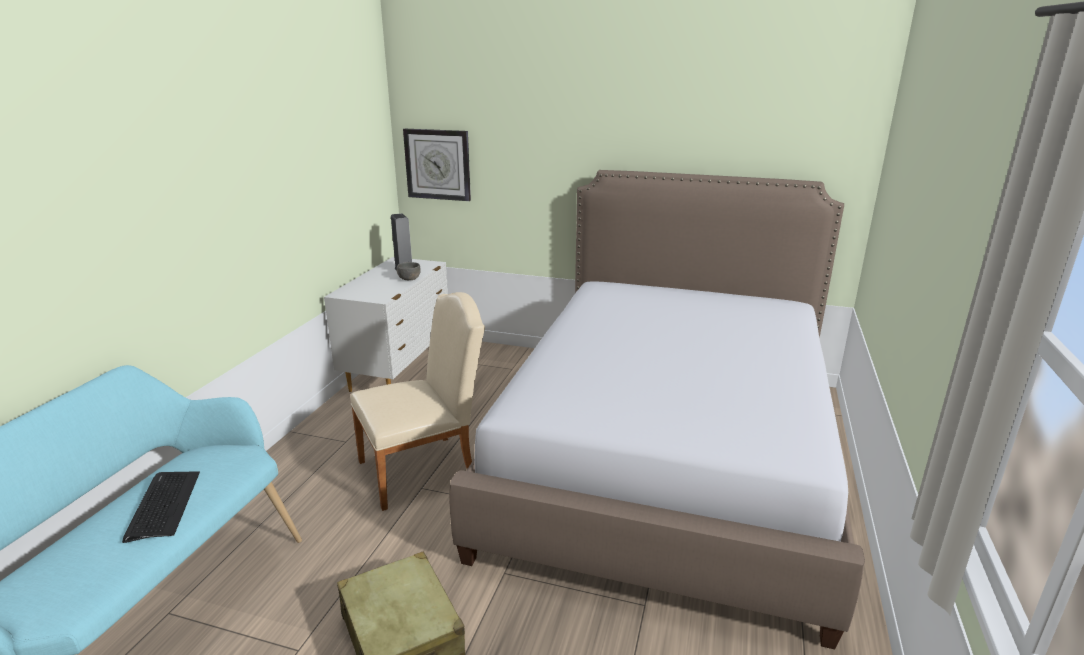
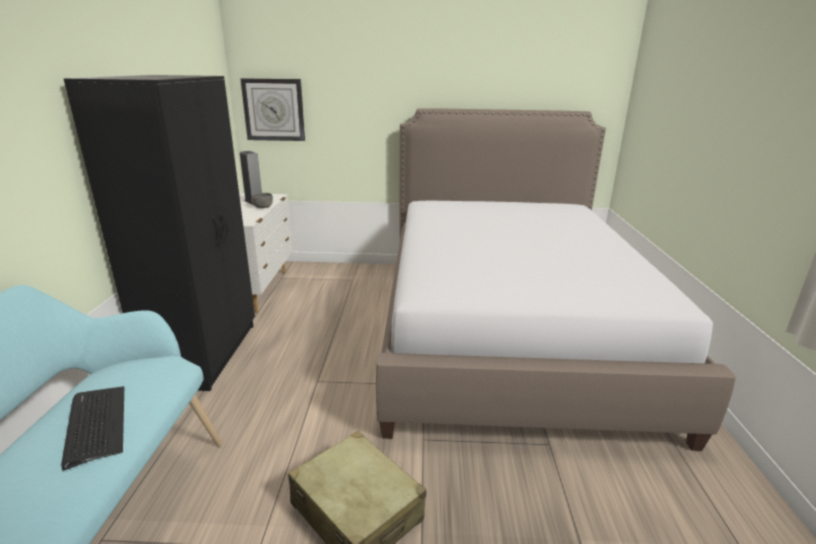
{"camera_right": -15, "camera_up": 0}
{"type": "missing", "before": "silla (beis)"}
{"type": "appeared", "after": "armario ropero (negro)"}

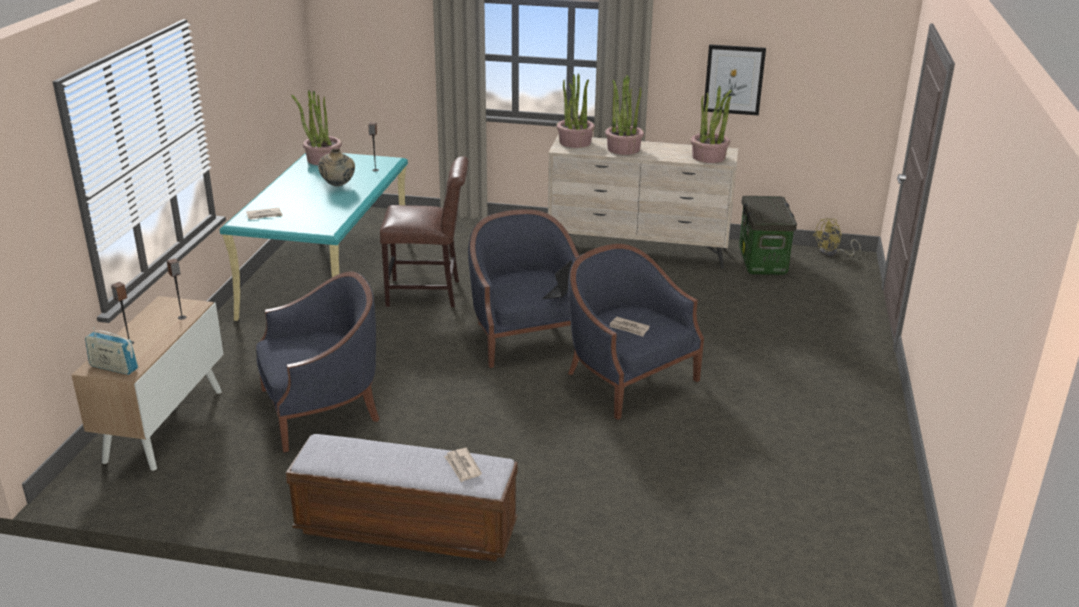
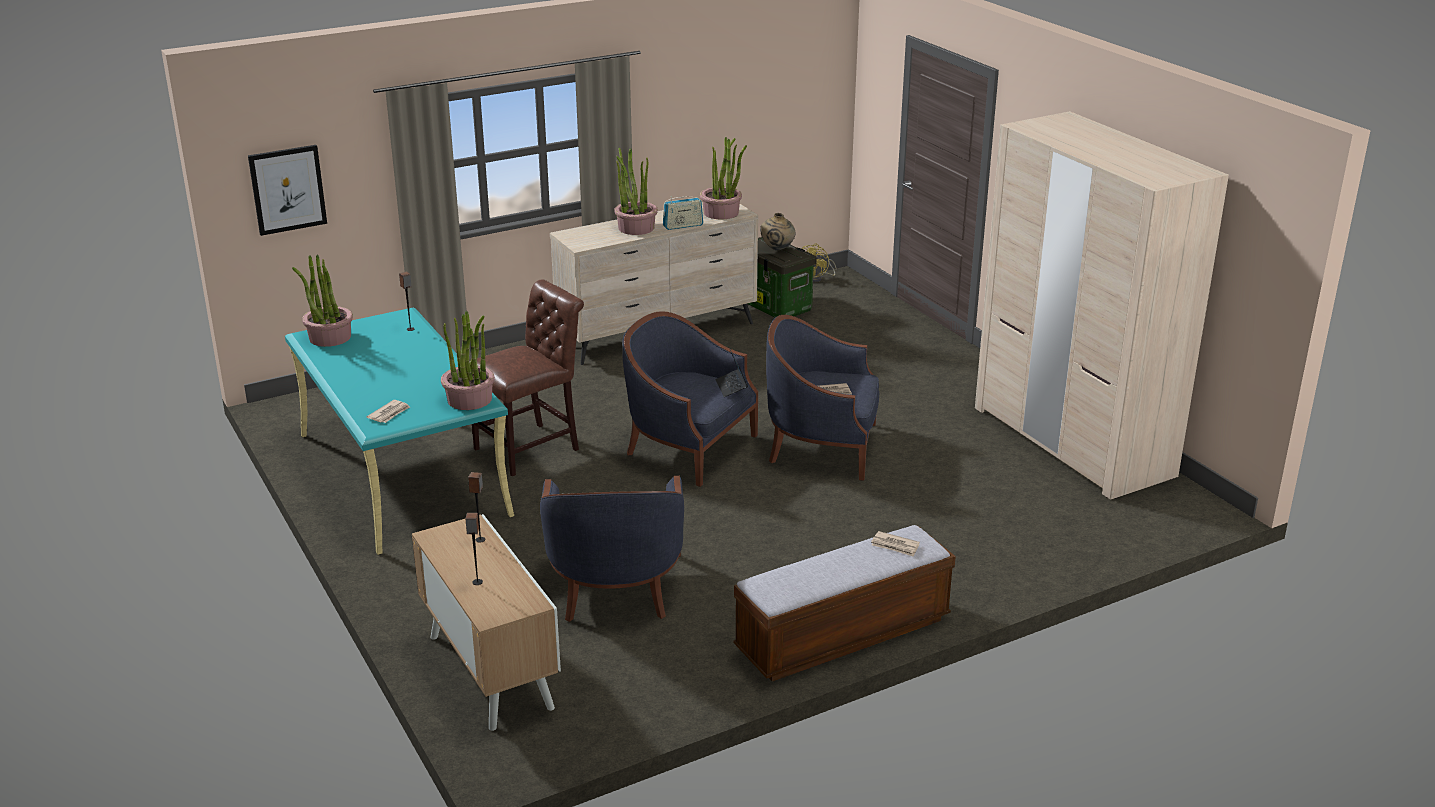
{"camera_right": -40, "camera_up": 0}
{"type": "appeared", "after": "armario ropero (beis)"}
{"type": "relocated", "before": "radio"}
{"type": "relocated", "before": "florero (beis)"}
{"type": "relocated", "before": "planta en maceta (no. 2 from left)"}
{"type": "relocated", "before": "cuadro"}
{"type": "spun", "before": "sillón (azul) (no. 1 from left)", "turn": 150}

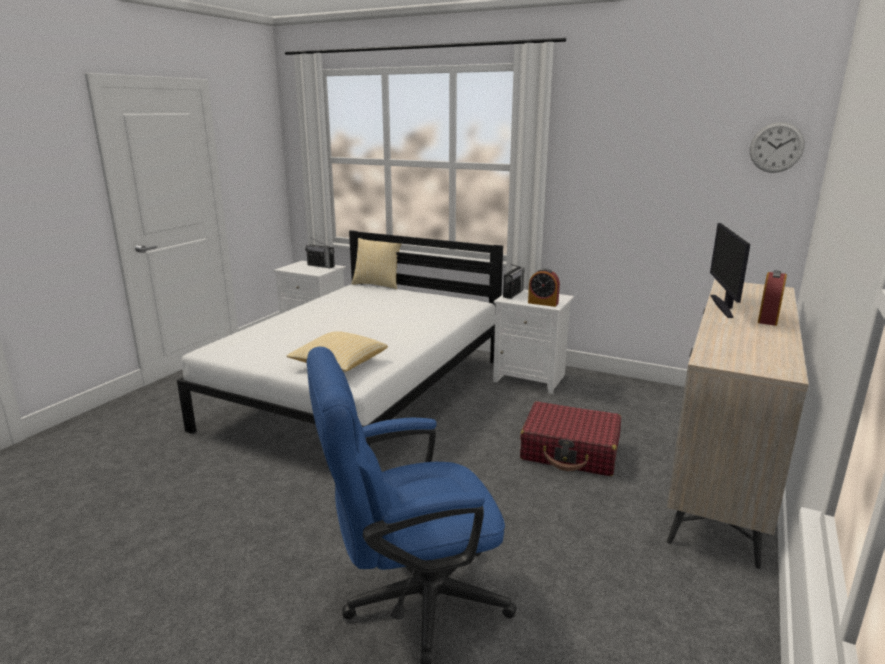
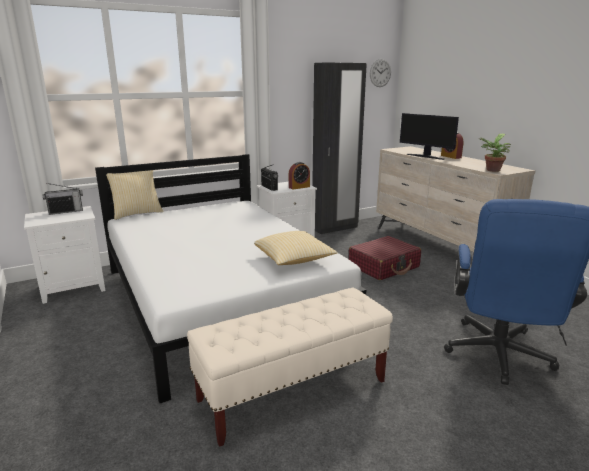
{"camera_right": -55, "camera_up": 0}
{"type": "appeared", "after": "banco (beis)"}
{"type": "appeared", "after": "armario ropero (negro)"}
{"type": "appeared", "after": "planta en maceta"}

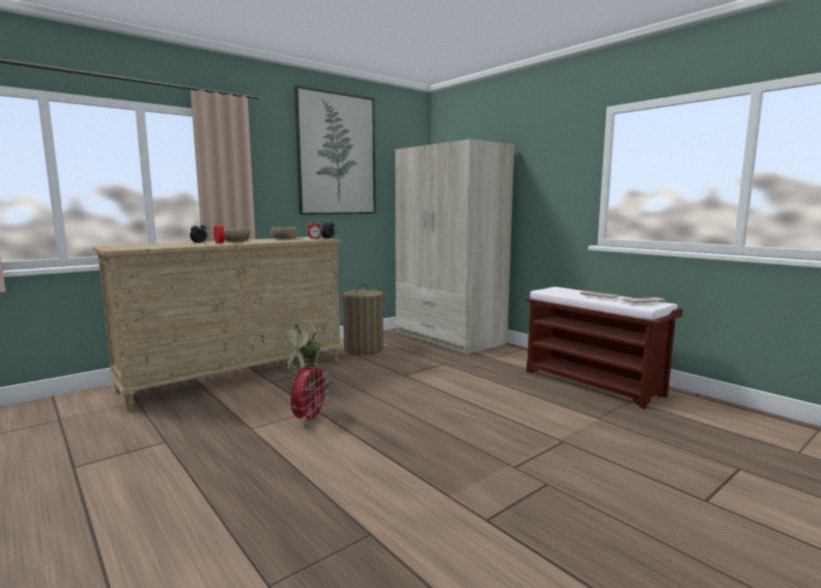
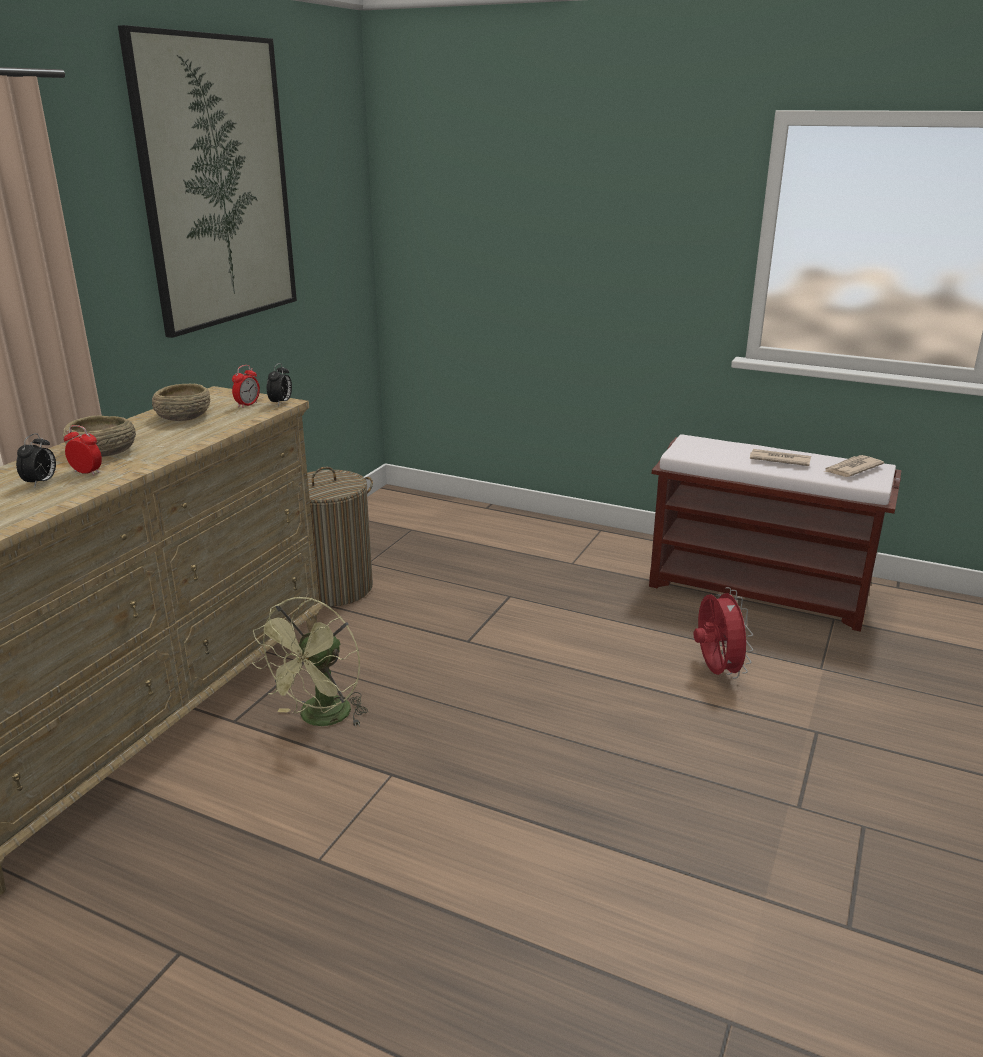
{"camera_right": -25, "camera_up": 15}
{"type": "missing", "before": "armario ropero (beis)"}
{"type": "relocated", "before": "ventilador (rojo)"}

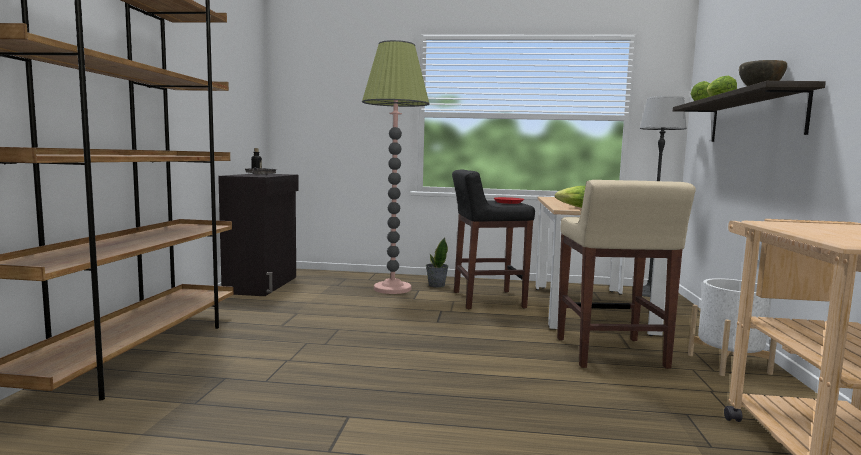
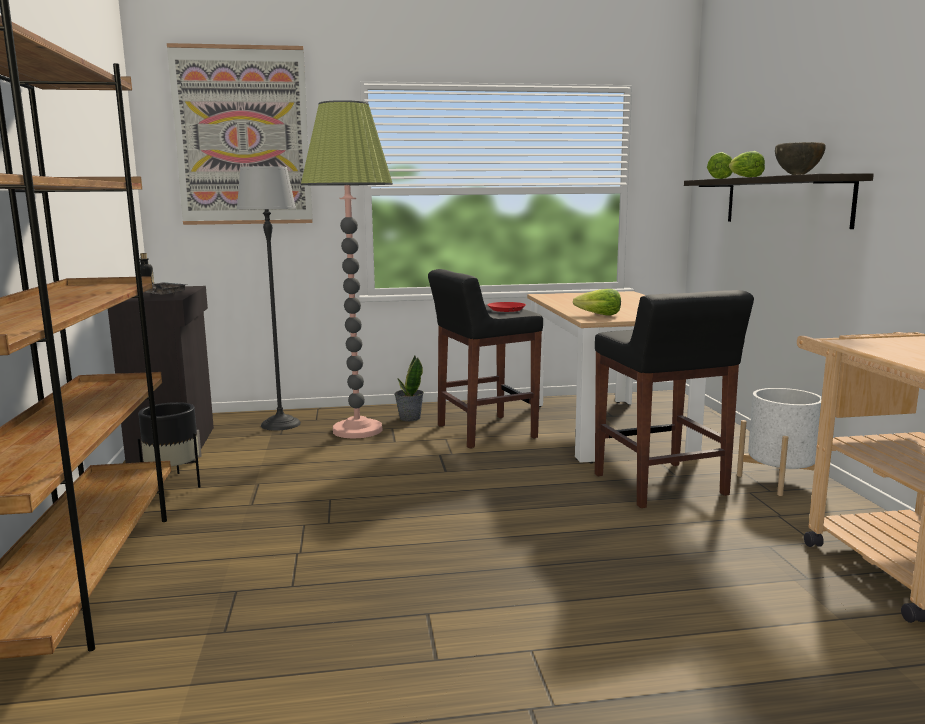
{"camera_right": -15, "camera_up": 5}
{"type": "appeared", "after": "maceta (negro)"}
{"type": "appeared", "after": "cuadro"}
{"type": "relocated", "before": "lámpara de pie (no. 2 from left in the first image)", "after": "lámpara de pie (no. 1 from left)"}
{"type": "colour", "before": "taburete (beis)", "after": "taburete (negro) (no. 2 from left)"}

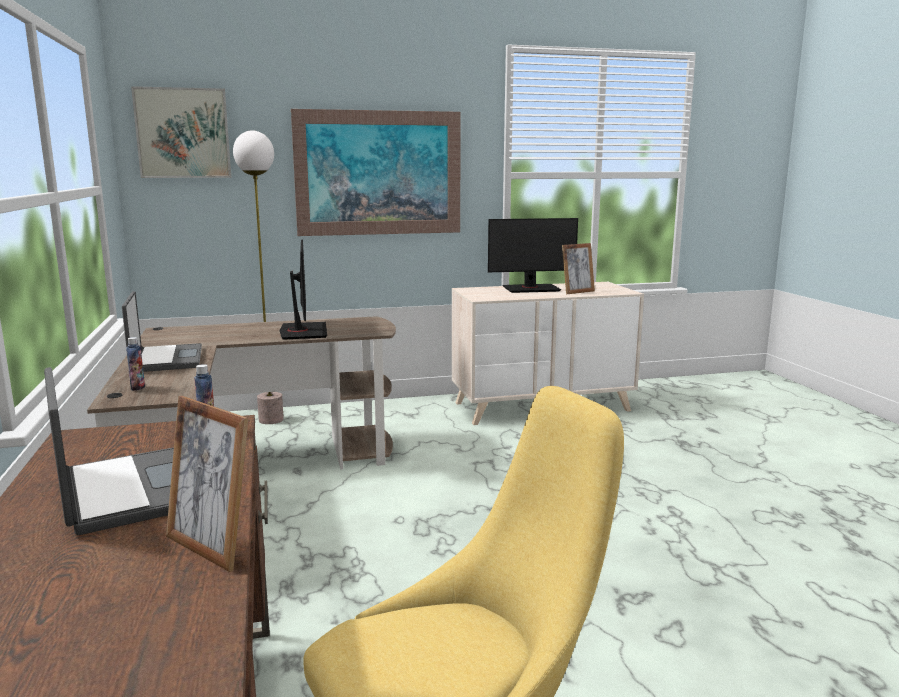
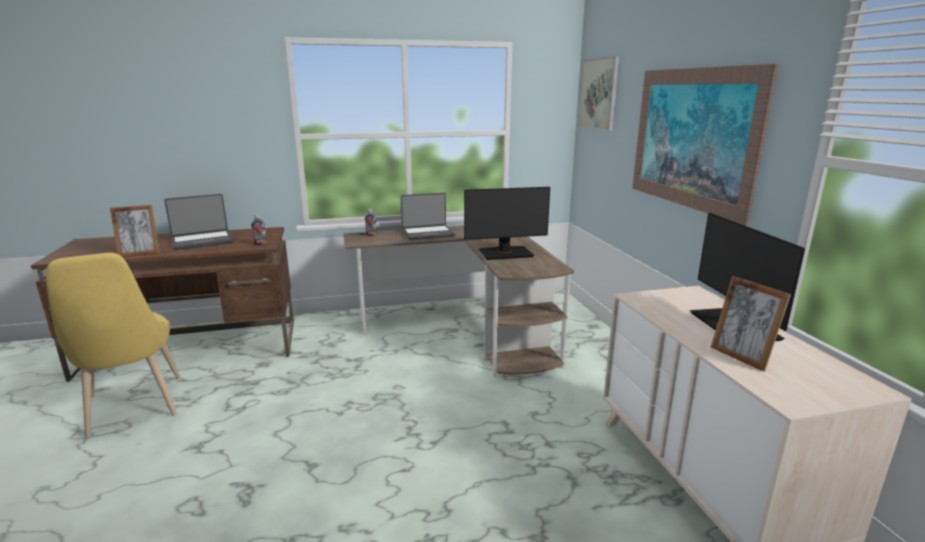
{"camera_right": 90, "camera_up": 5}
{"type": "missing", "before": "lámpara de pie"}
{"type": "spun", "before": "portarretratos (no. 1 from left)", "turn": -150}

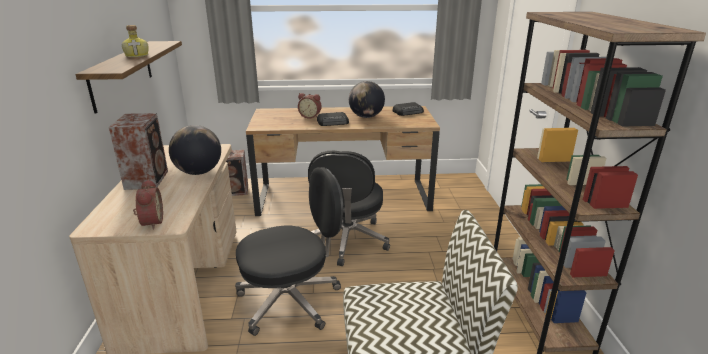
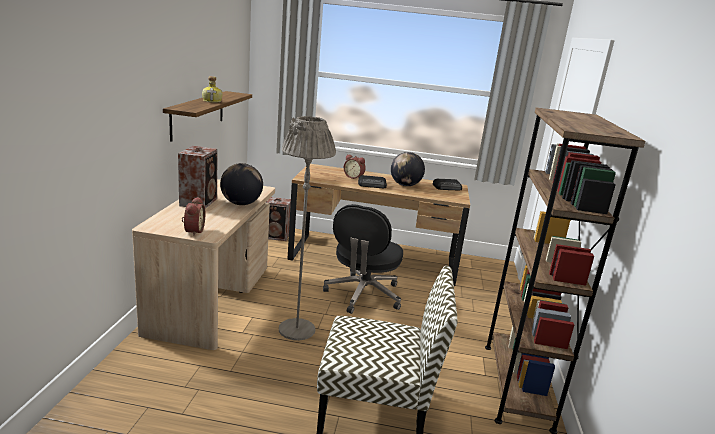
{"camera_right": 10, "camera_up": -5}
{"type": "exchanged", "before": "silla de oficina (negro) (no. 1 from left)", "after": "lámpara de pie (gris)"}

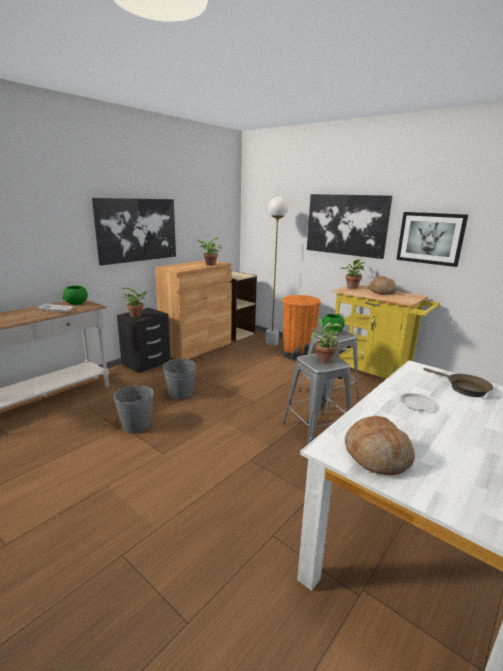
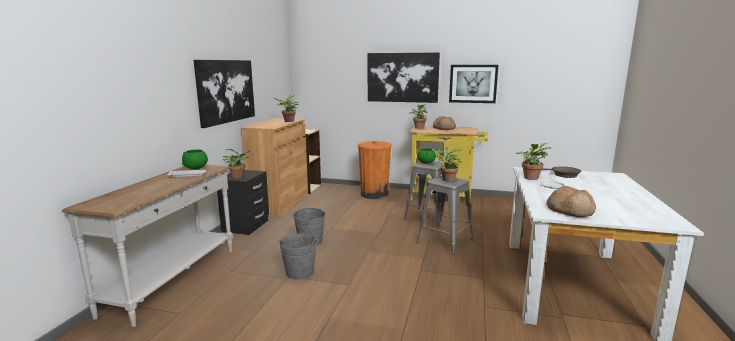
{"camera_right": -25, "camera_up": -5}
{"type": "missing", "before": "lámpara de pie (blanco)"}
{"type": "appeared", "after": "planta en maceta (no. 5 from left)"}

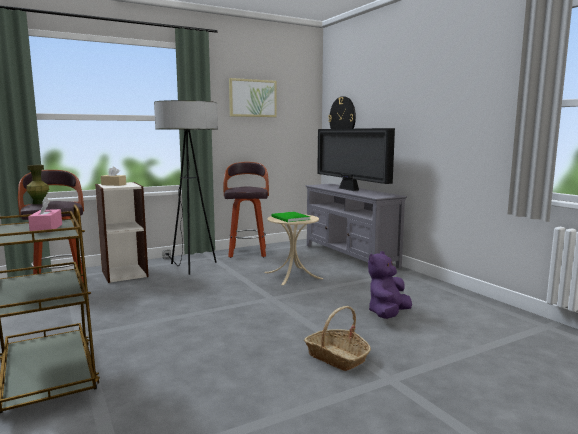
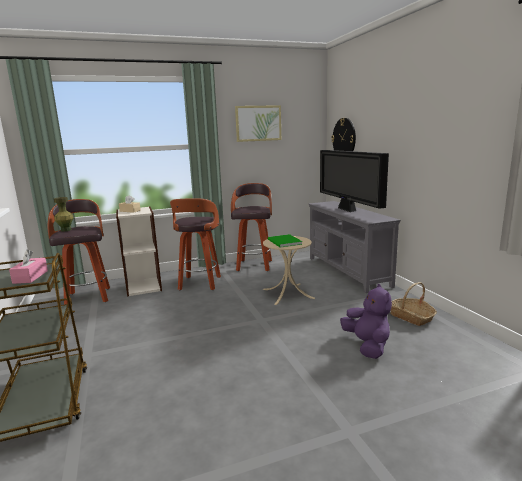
{"camera_right": 10, "camera_up": 5}
{"type": "relocated", "before": "cesta"}
{"type": "exchanged", "before": "lámpara de pie", "after": "taburete (no. 2 from left)"}
{"type": "spun", "before": "peluche (morado)", "turn": 120}

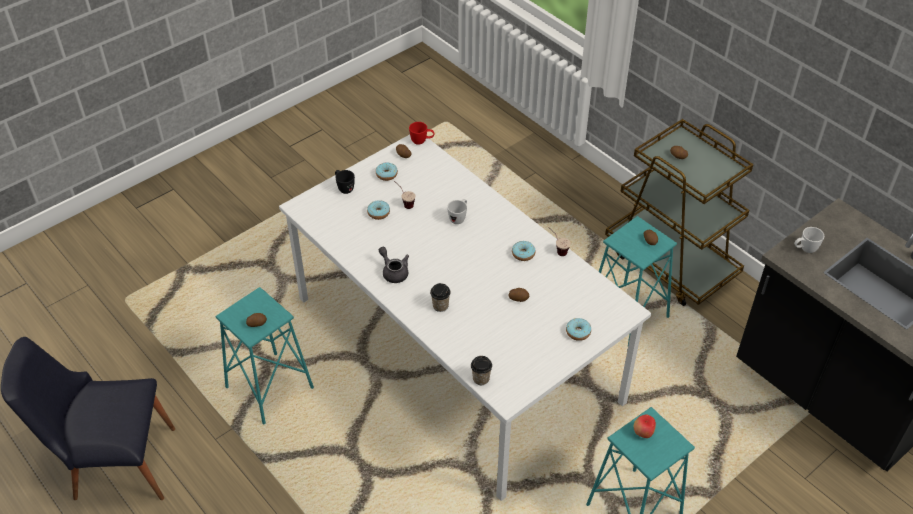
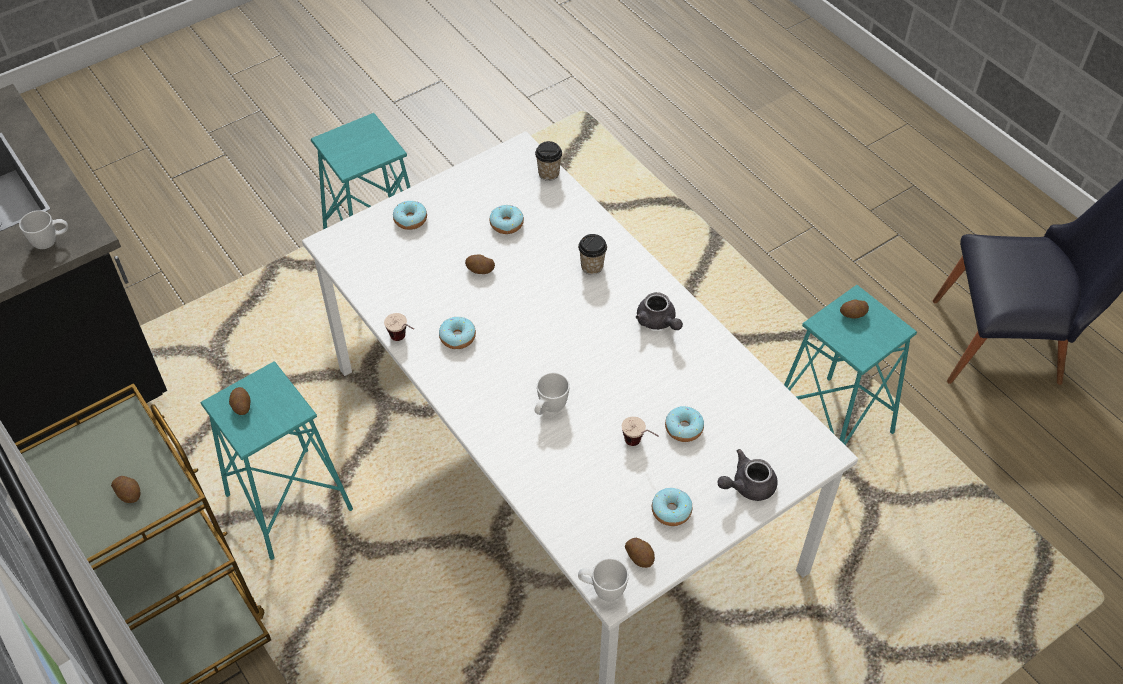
{"camera_right": -175, "camera_up": 5}
{"type": "missing", "before": "manzana"}
{"type": "appeared", "after": "rosquilla (no. 3 from left)"}
{"type": "exchanged", "before": "taza grande (negro)", "after": "tetera (gris) (no. 2 from left)"}
{"type": "colour", "before": "taza grande (rojo)", "after": "taza grande (blanco) (no. 3 from left)"}

